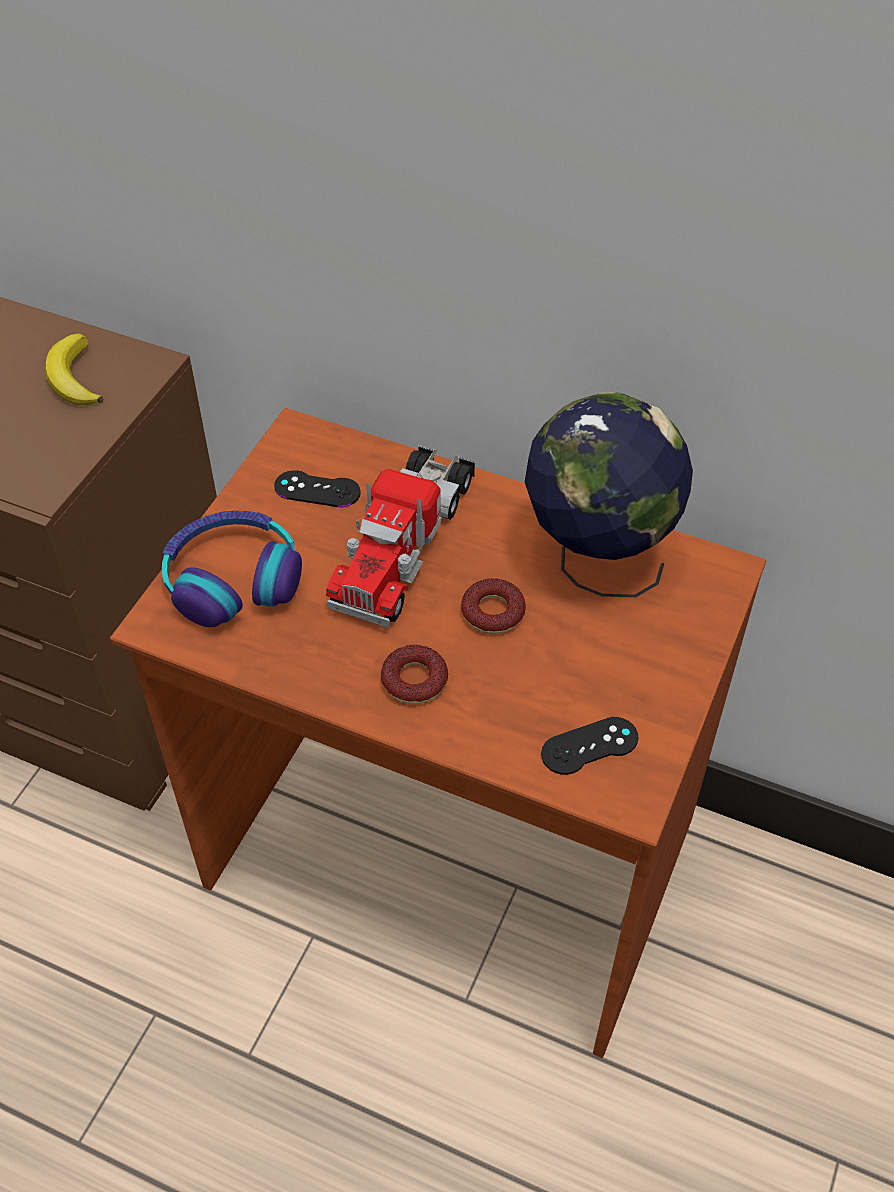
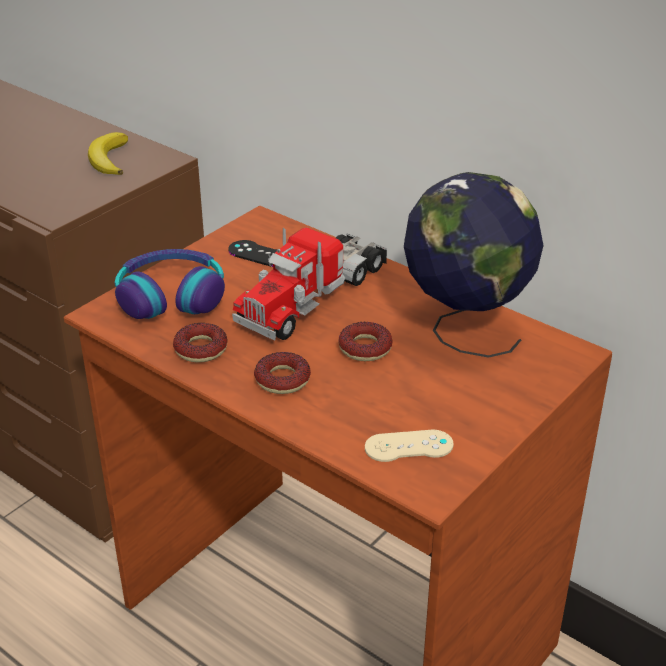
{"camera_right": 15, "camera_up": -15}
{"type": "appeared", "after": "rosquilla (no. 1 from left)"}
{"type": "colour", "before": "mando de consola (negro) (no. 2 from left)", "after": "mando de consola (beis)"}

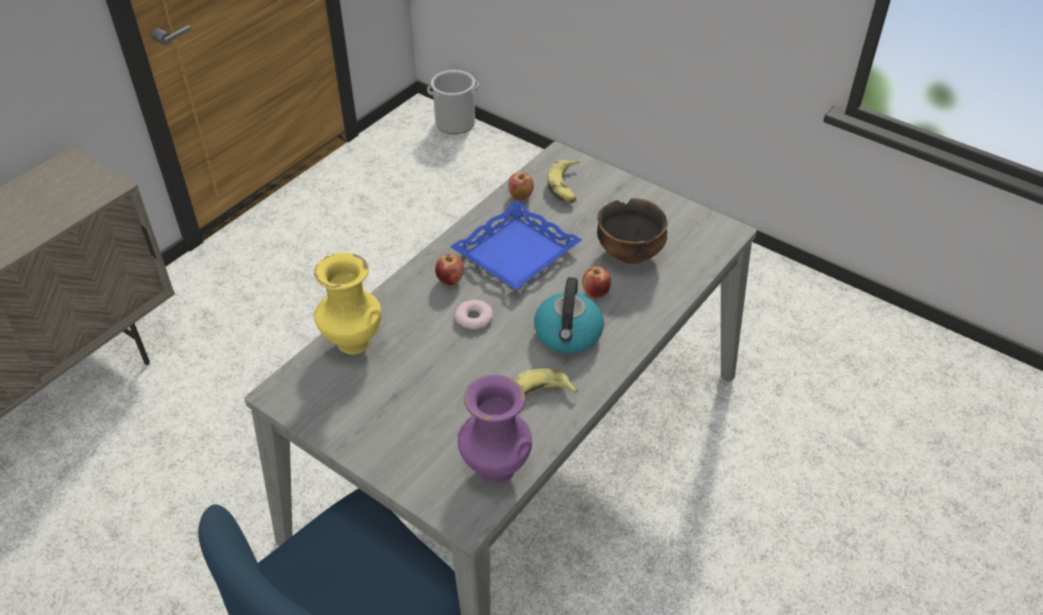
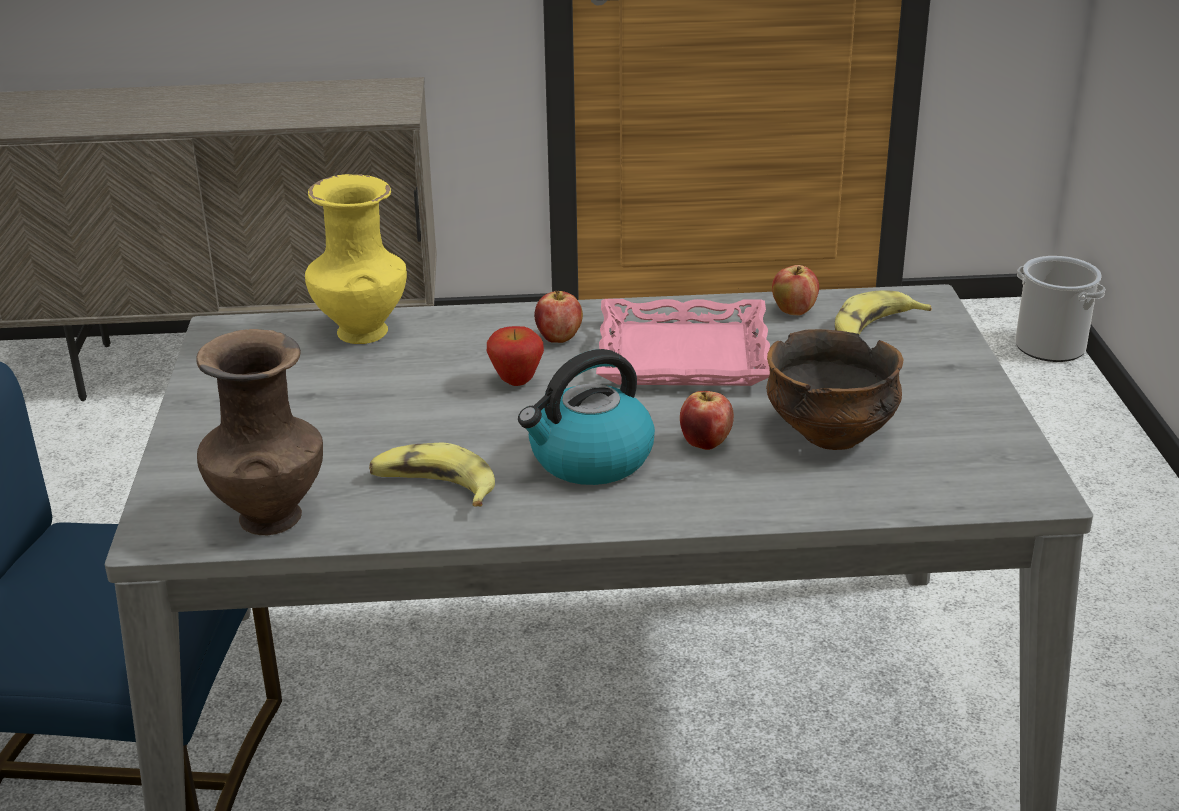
{"camera_right": 50, "camera_up": -15}
{"type": "exchanged", "before": "rosquilla", "after": "manzana (no. 1 from left)"}
{"type": "colour", "before": "bandeja (azul)", "after": "bandeja (rosa)"}
{"type": "colour", "before": "florero (morado)", "after": "florero (marrón)"}

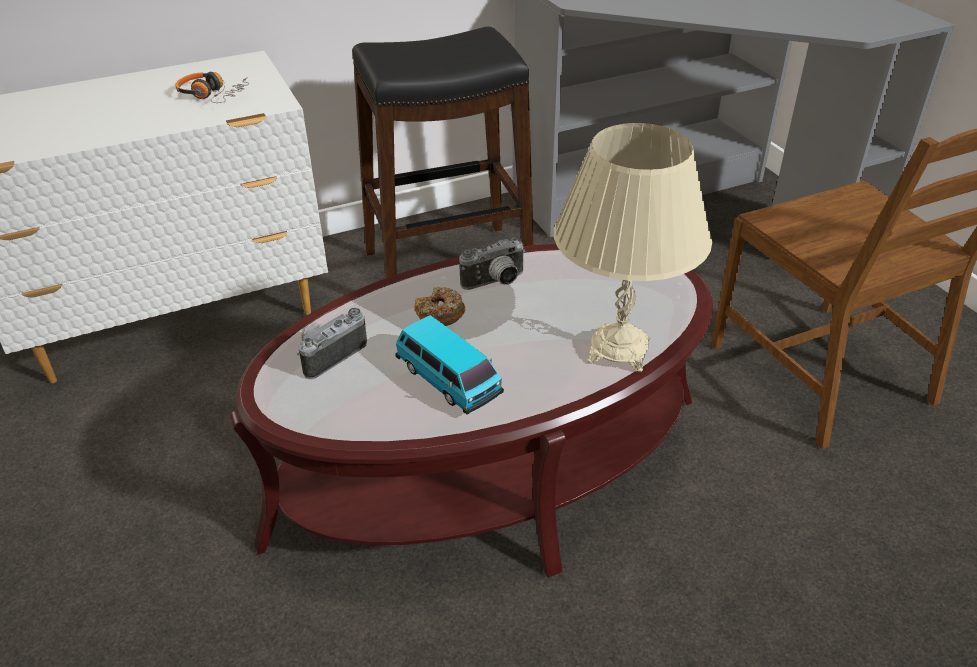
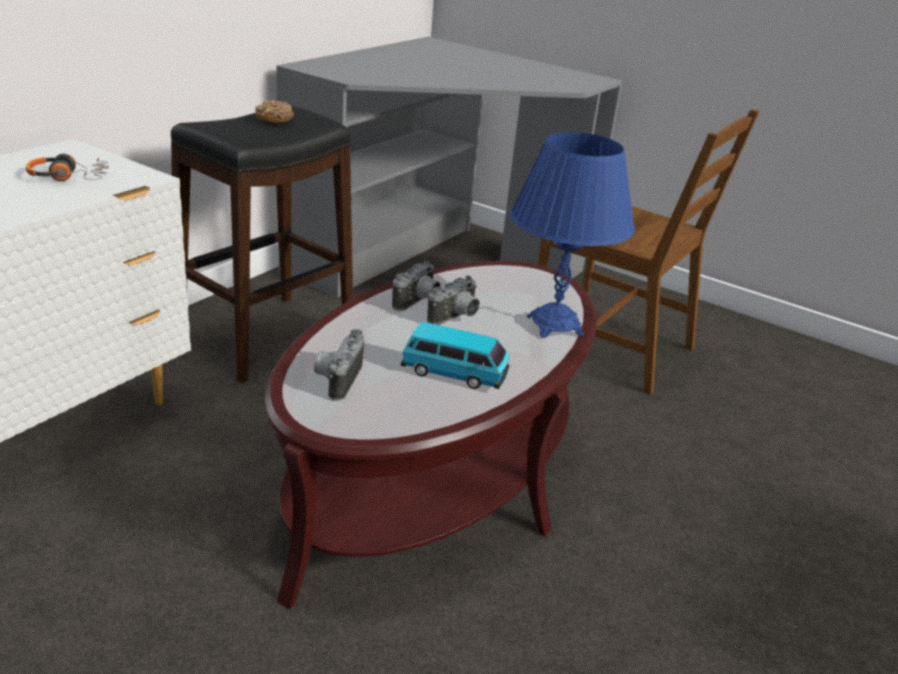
{"camera_right": -35, "camera_up": -10}
{"type": "appeared", "after": "cámara (no. 3 from left)"}
{"type": "relocated", "before": "rosquilla"}
{"type": "colour", "before": "lámpara de mesa (beis)", "after": "lámpara de mesa (azul)"}

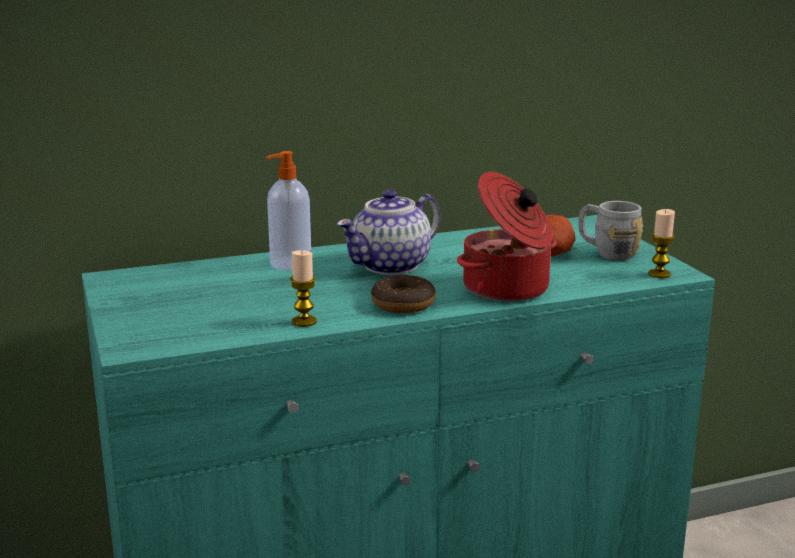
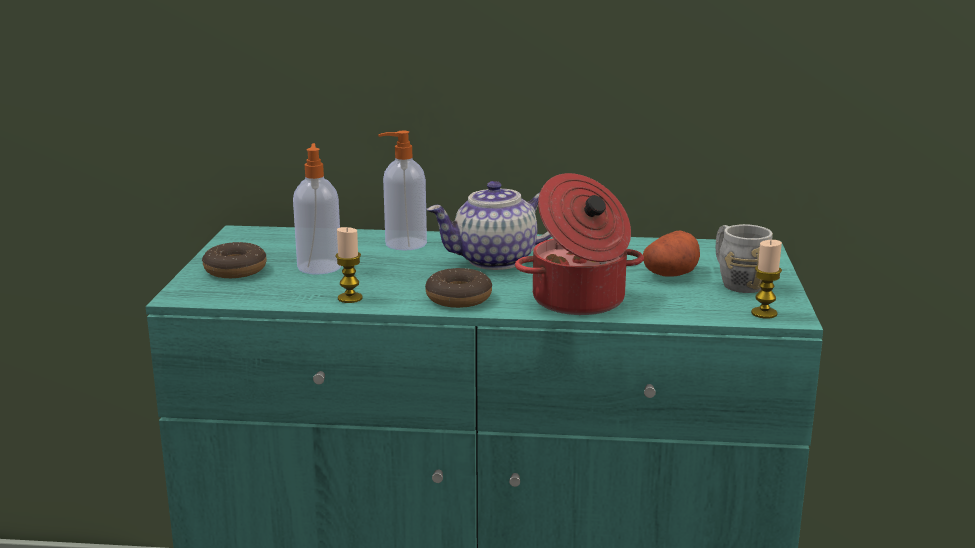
{"camera_right": 25, "camera_up": 0}
{"type": "appeared", "after": "rosquilla (no. 1 from left)"}
{"type": "appeared", "after": "dispensador de jabón (no. 1 from left)"}

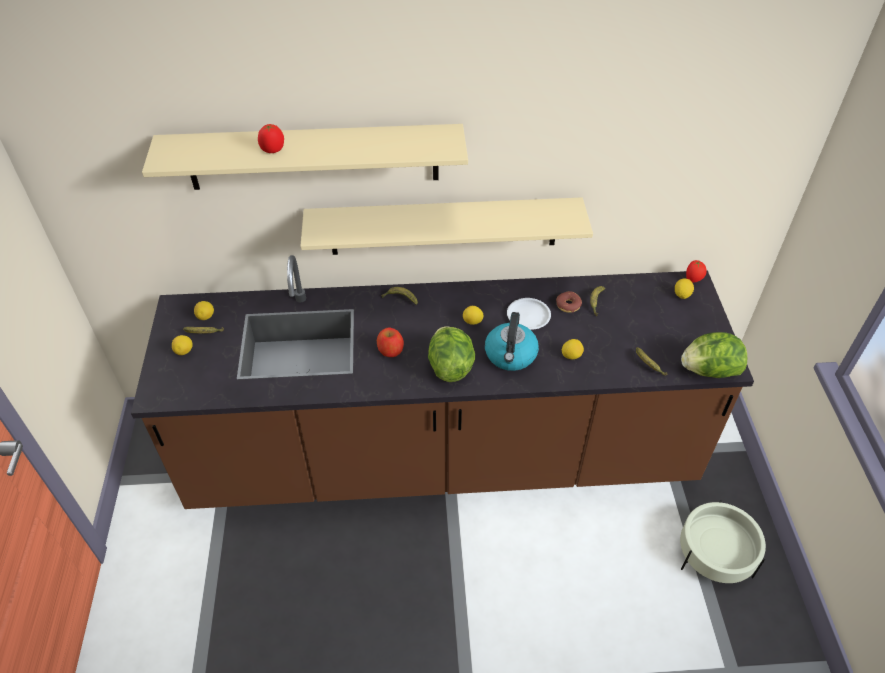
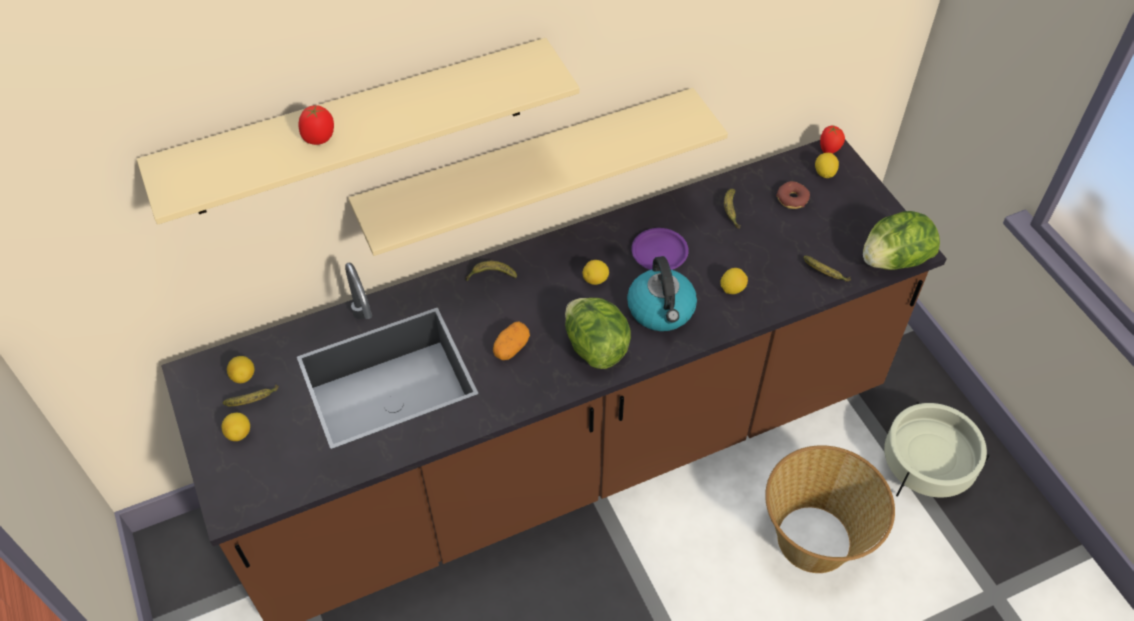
{"camera_right": -20, "camera_up": 5}
{"type": "appeared", "after": "cesta"}
{"type": "relocated", "before": "rosquilla"}
{"type": "exchanged", "before": "manzana", "after": "patata"}
{"type": "colour", "before": "plato (blanco)", "after": "plato (morado)"}

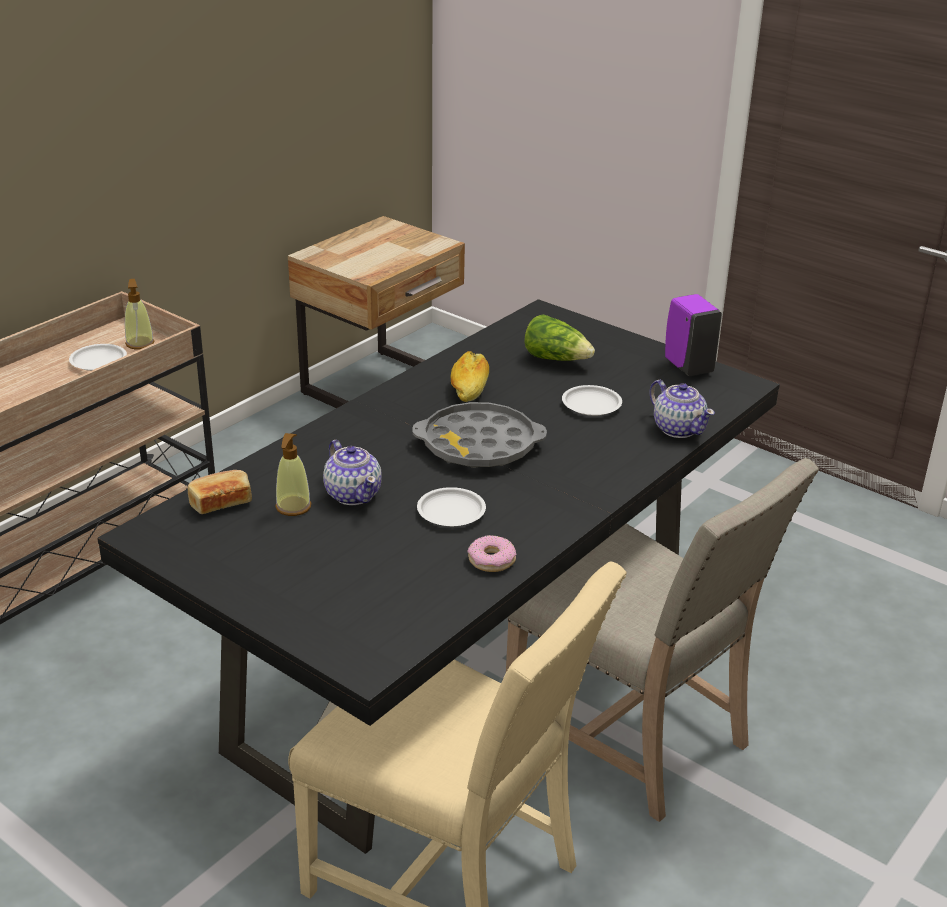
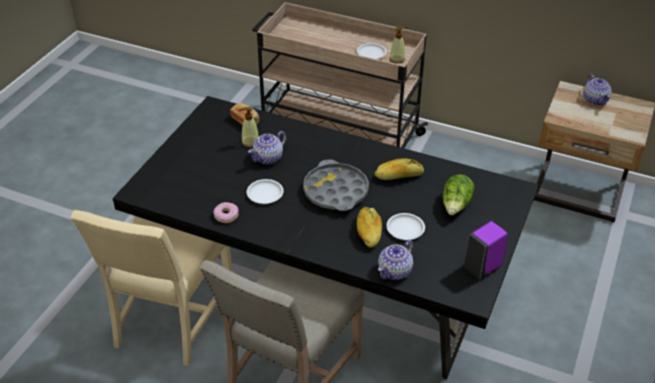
{"camera_right": 75, "camera_up": 10}
{"type": "appeared", "after": "pan (no. 2 from left)"}
{"type": "appeared", "after": "tetera (no. 3 from left)"}

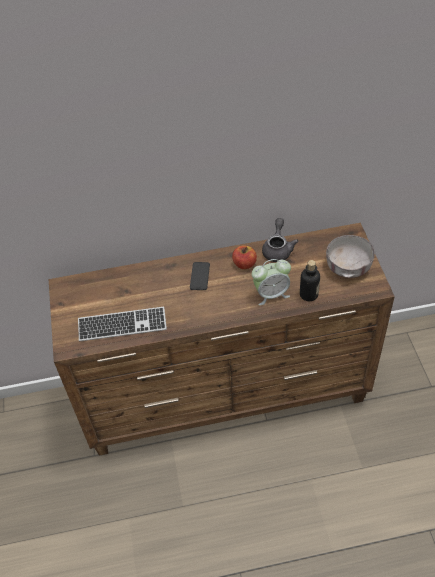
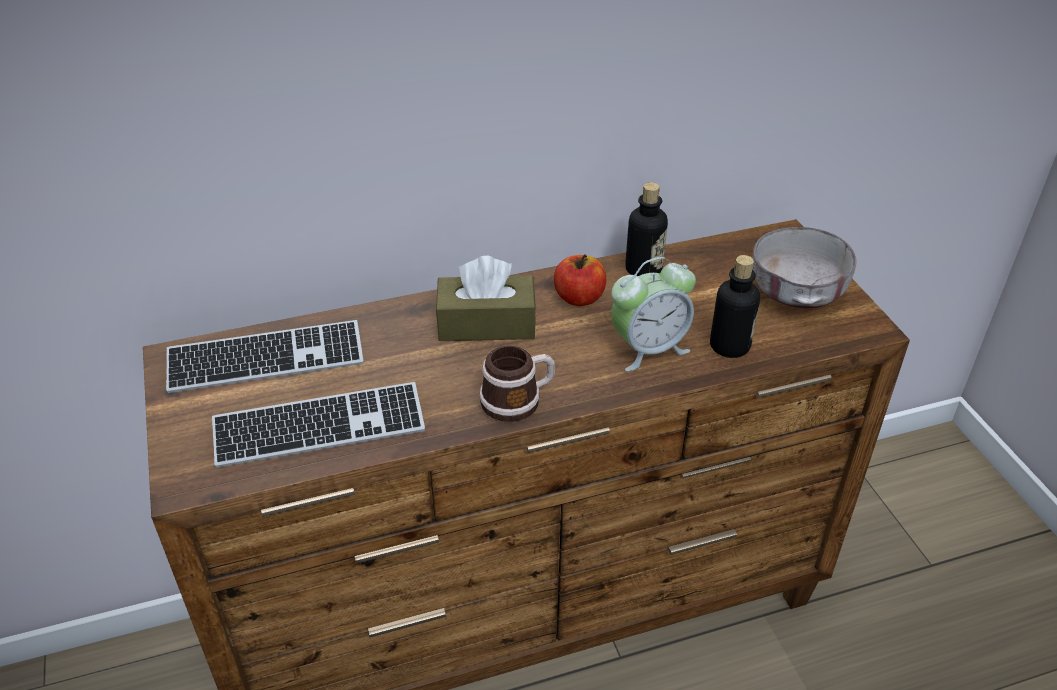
{"camera_right": -10, "camera_up": -10}
{"type": "appeared", "after": "teclado (no. 1 from left)"}
{"type": "appeared", "after": "taza grande"}
{"type": "exchanged", "before": "móvil", "after": "caja de pañuelos (marrón)"}
{"type": "exchanged", "before": "tetera (gris)", "after": "botella (no. 1 from left)"}

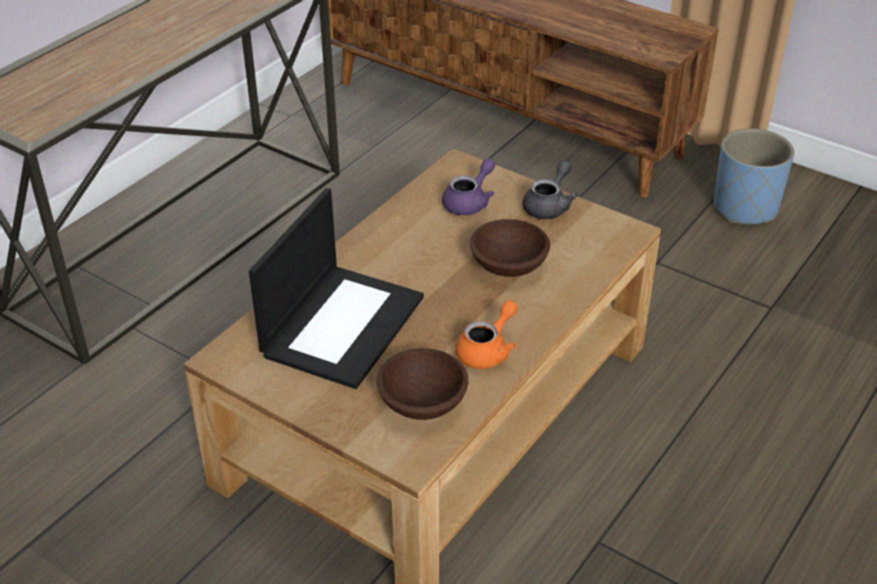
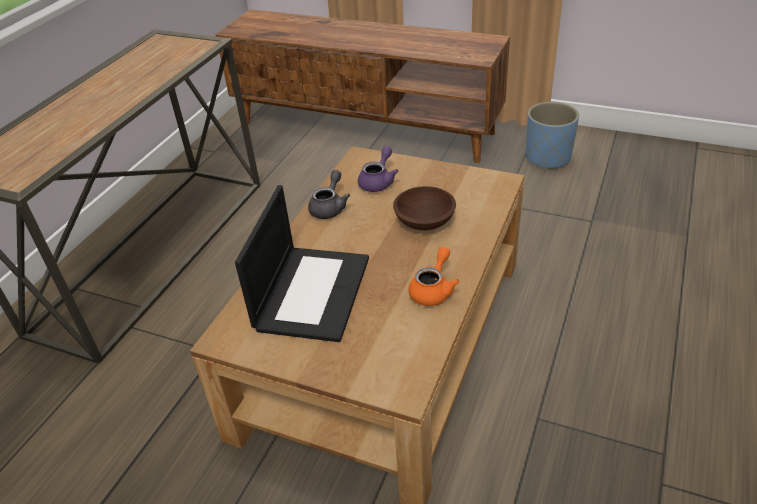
{"camera_right": -10, "camera_up": 0}
{"type": "missing", "before": "cuenco (marrón) (no. 1 from left)"}
{"type": "relocated", "before": "tetera (gris)"}

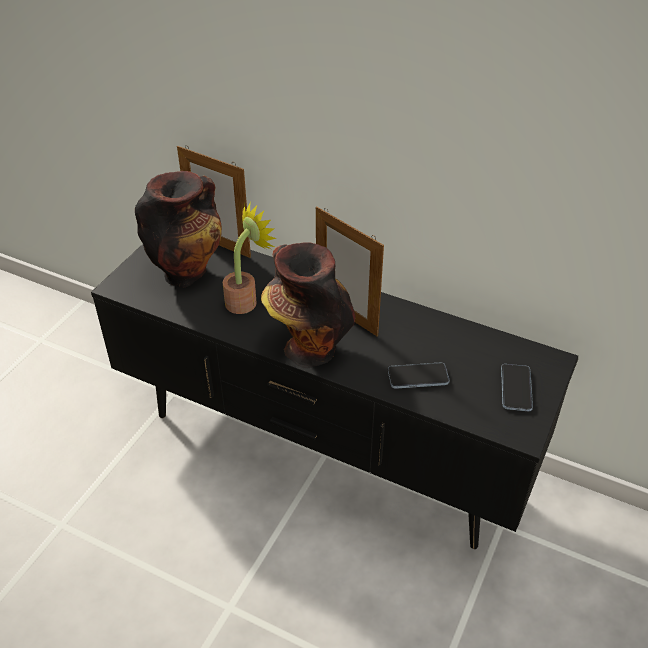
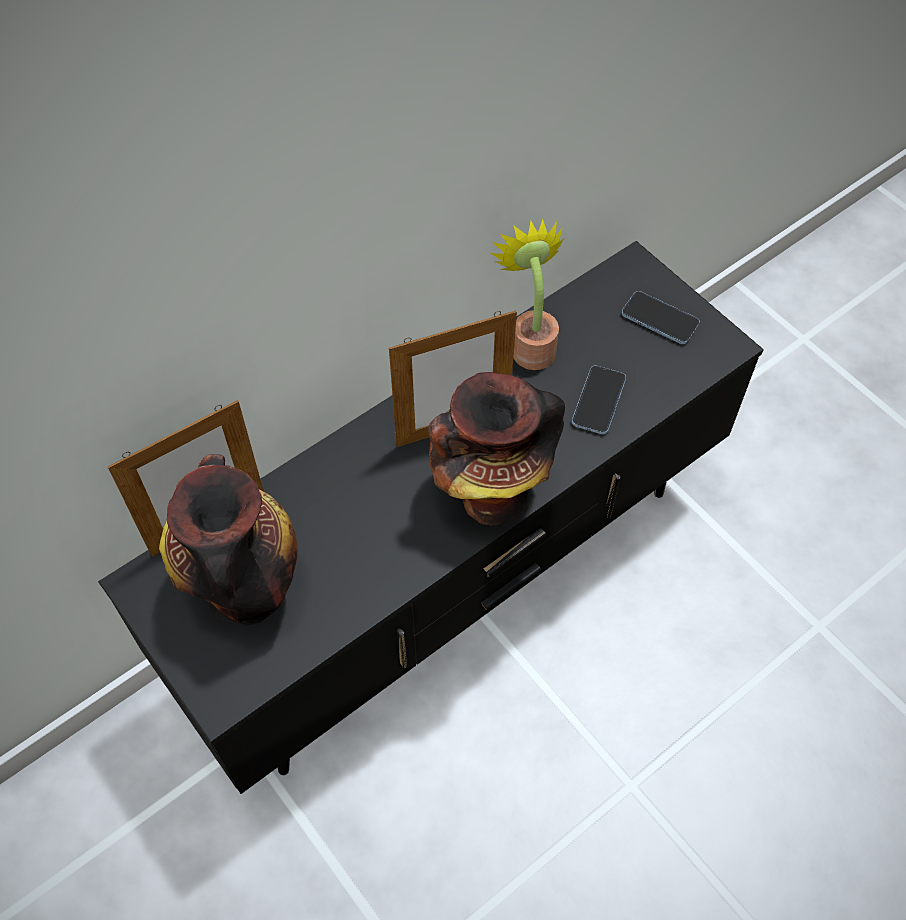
{"camera_right": -65, "camera_up": 15}
{"type": "relocated", "before": "planta en maceta"}

